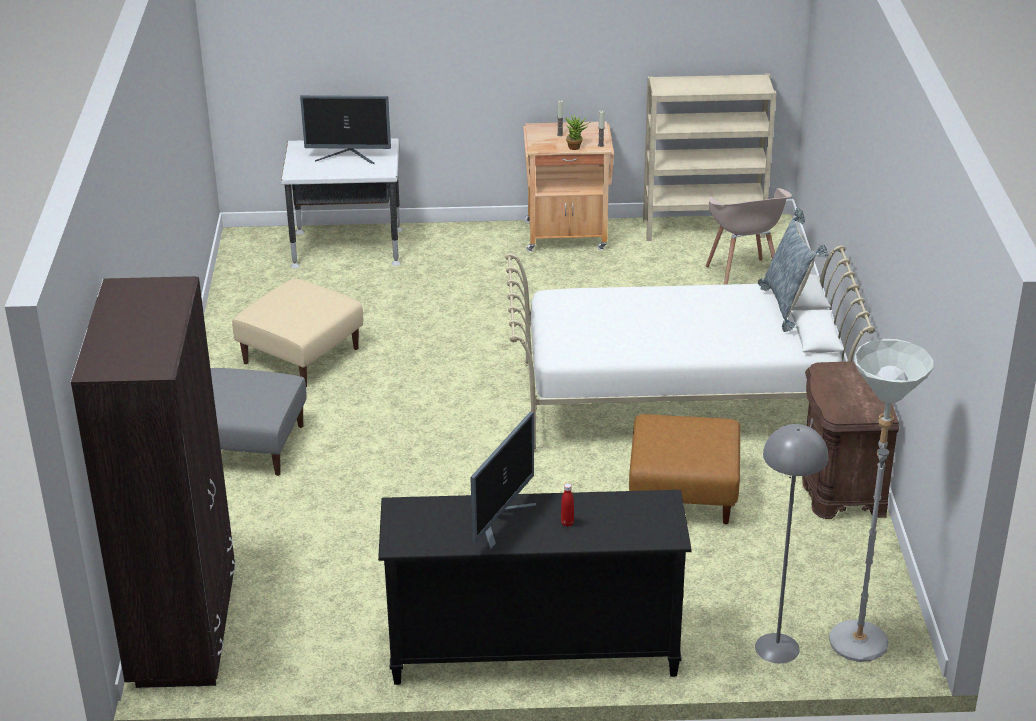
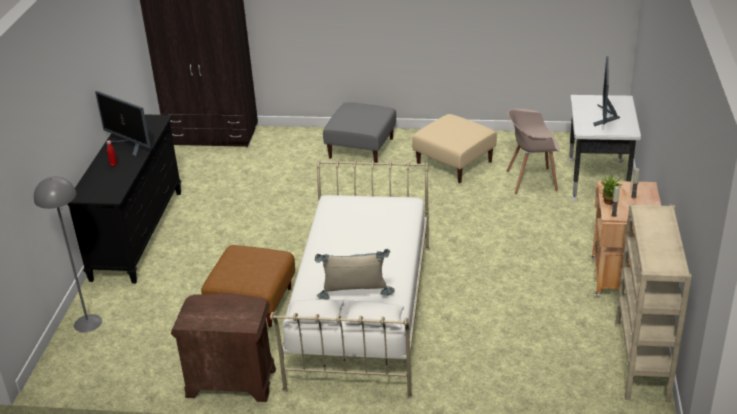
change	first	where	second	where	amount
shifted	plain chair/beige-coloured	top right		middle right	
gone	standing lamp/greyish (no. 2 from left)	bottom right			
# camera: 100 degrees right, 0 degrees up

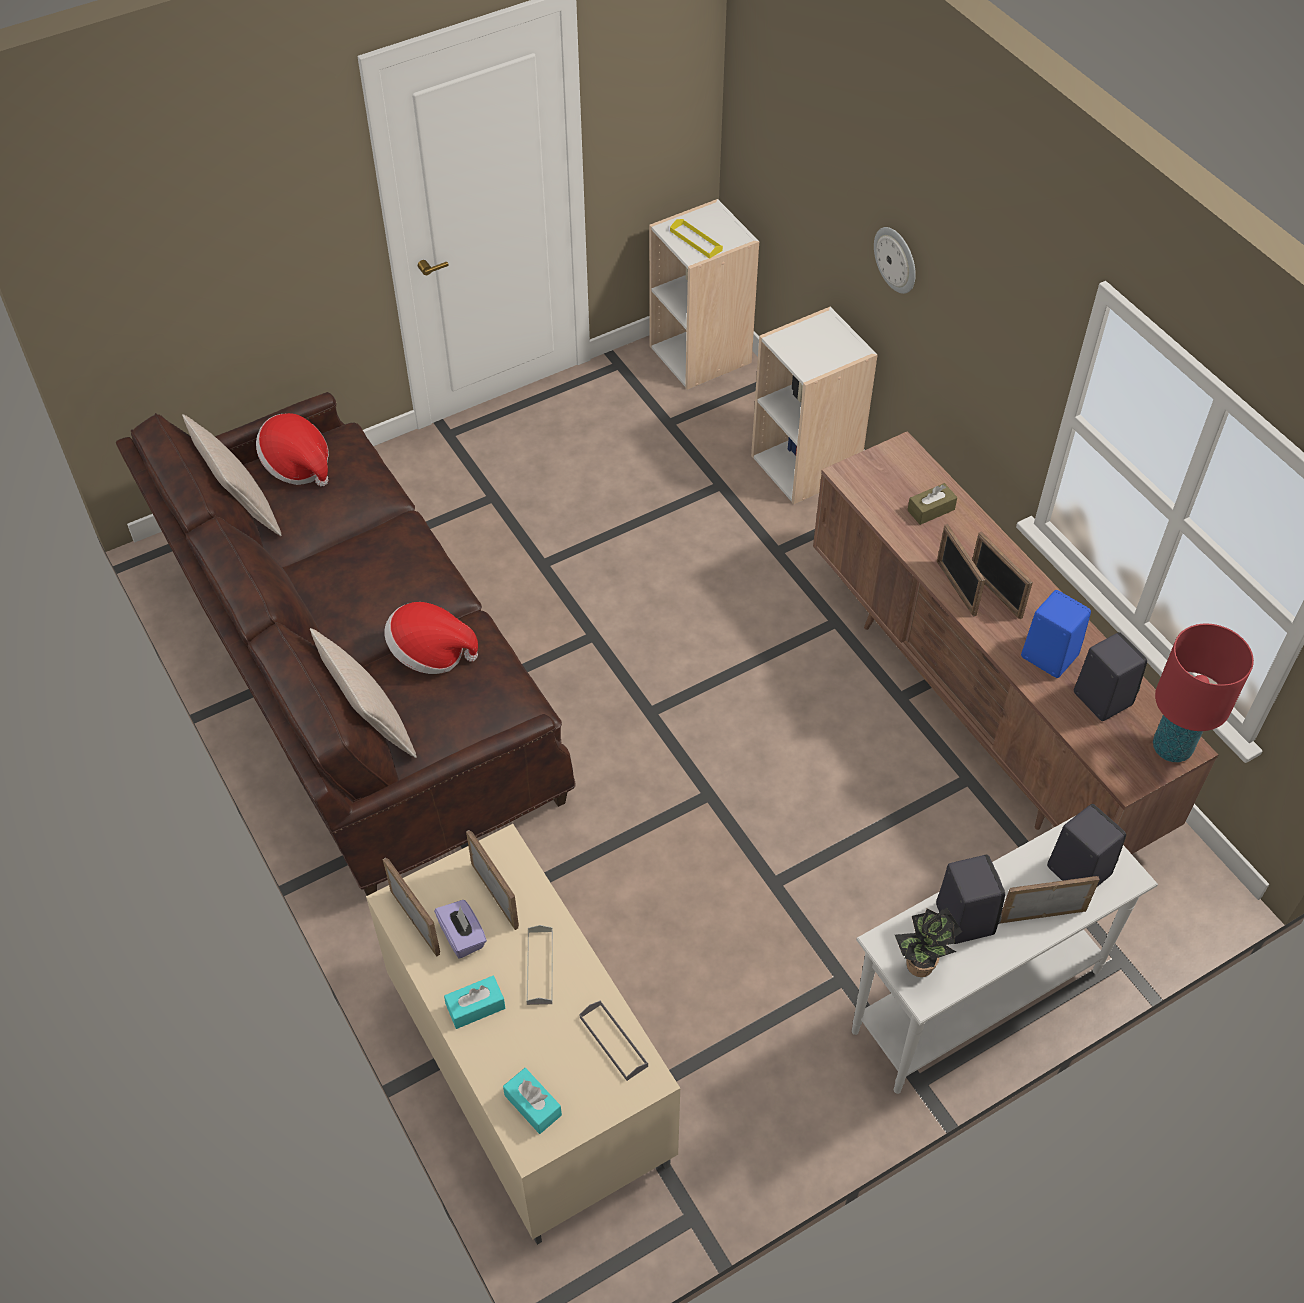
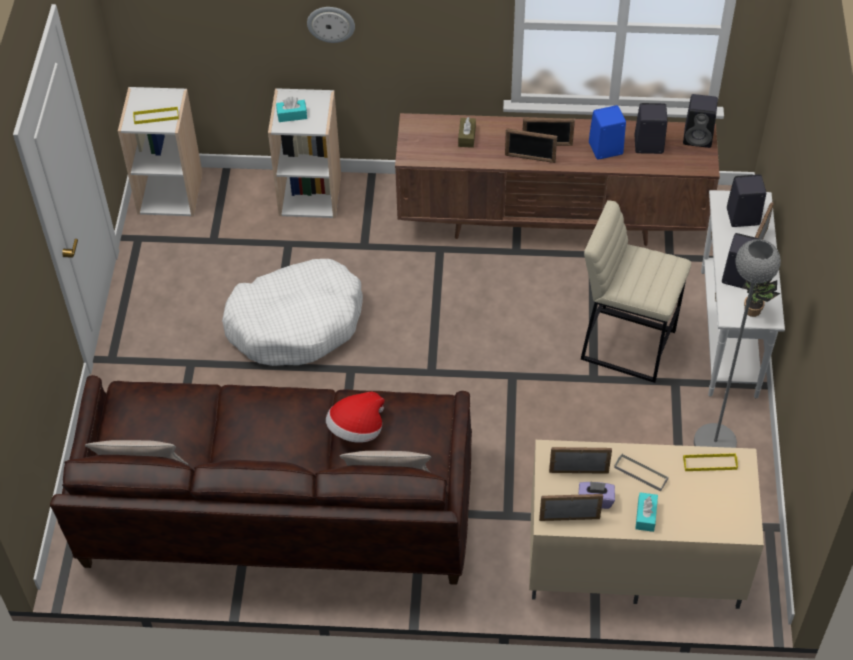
change	first	where	second	where	amount
gone	clothing hat (no. 1 from left)	middle left			
swapped	tabletop lamp/reddish	middle right	audio speaker/black (no. 2 from left)	top right	
repainted	serving tray/greyish (no. 2 from left)	bottom centre	serving tray/yellow-coloured (no. 2 from left)	bottom right	
shifted	tissue box/blue-green (no. 2 from left in the first image)	bottom centre	tissue box/blue-green (no. 1 from left)	top centre	
new			sitting stool/beige-coloured	middle right	
new			standing lamp/greyish	middle right	
new			pet bed/white-coloured	centre	
# camera: 55 degrees left, 0 degrees up

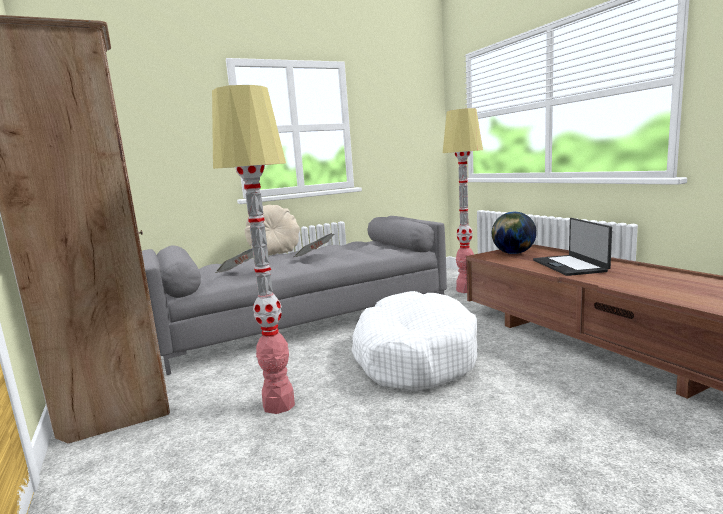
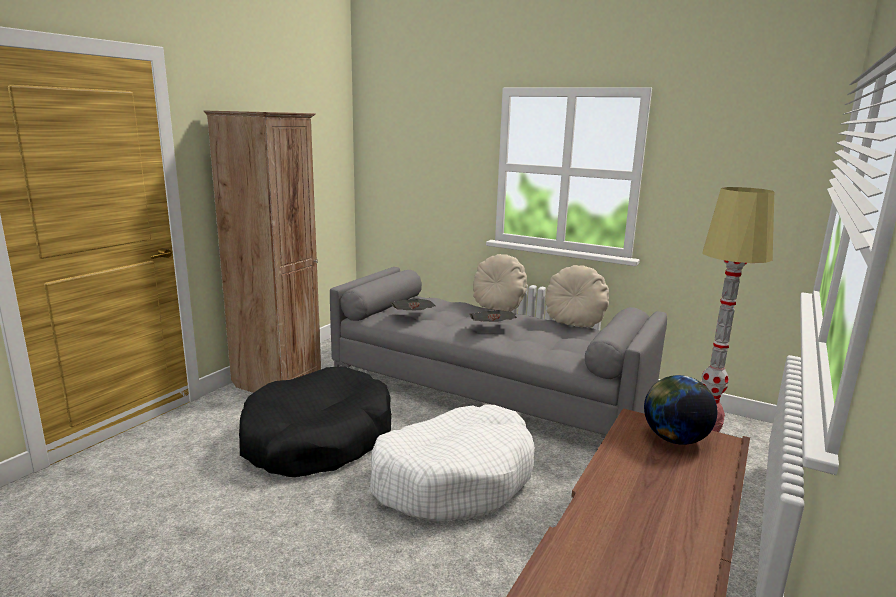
change	first	where	second	where	amount
swapped	standing lamp (no. 1 from left)	centre	pet bed/black	bottom centre	
gone	laptop	middle right			
new			throw pillow/beige-coloured (no. 2 from left)	centre	
# camera: 55 degrees right, 5 degrees up

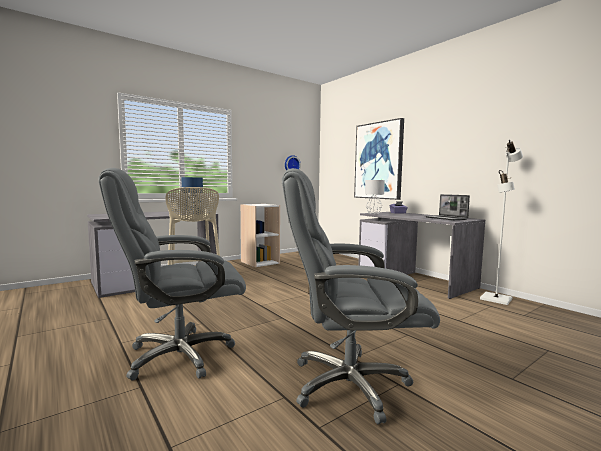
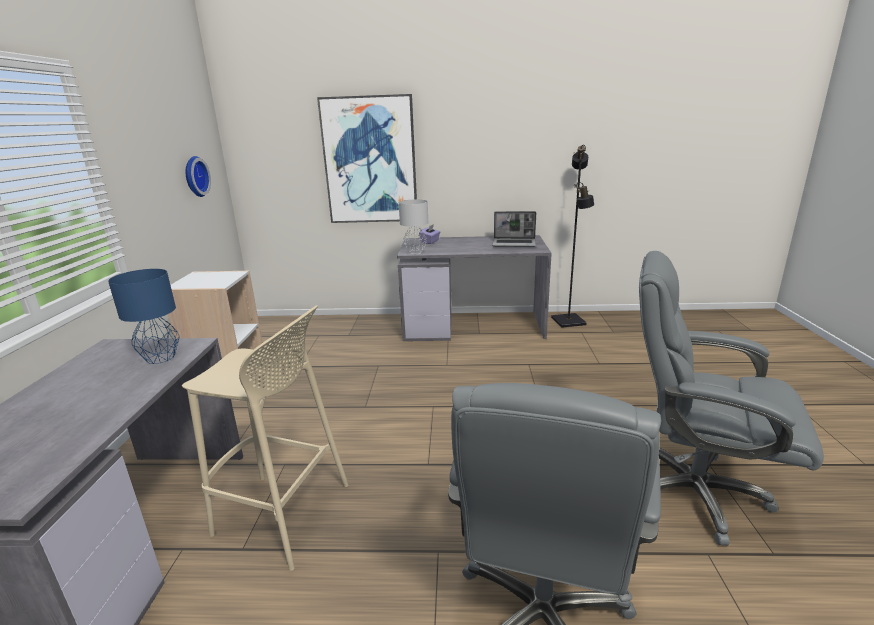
change	first	where	second	where	amount
repainted	standing lamp/white-coloured	middle right	standing lamp/black	centre	
rotated	desk chair/greyish (no. 2 from left)	centre		middle right	75 degrees clockwise
# camera: 50 degrees left, 15 degrees up

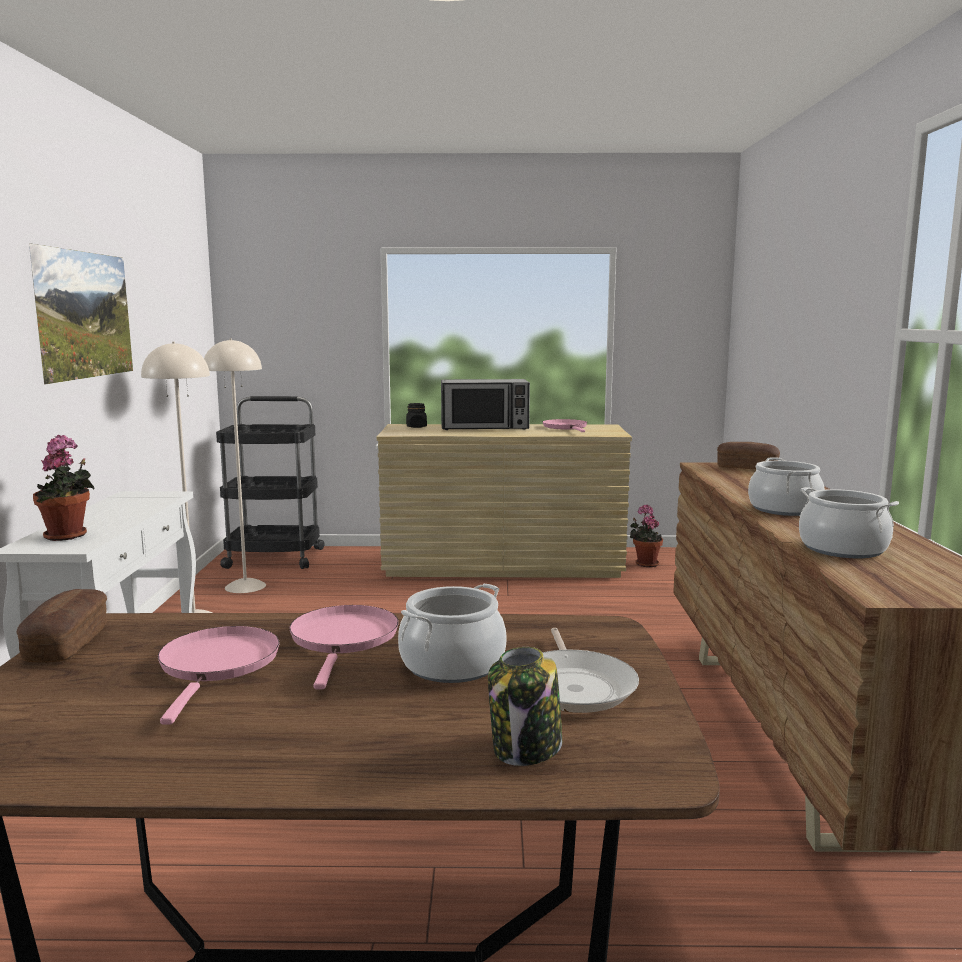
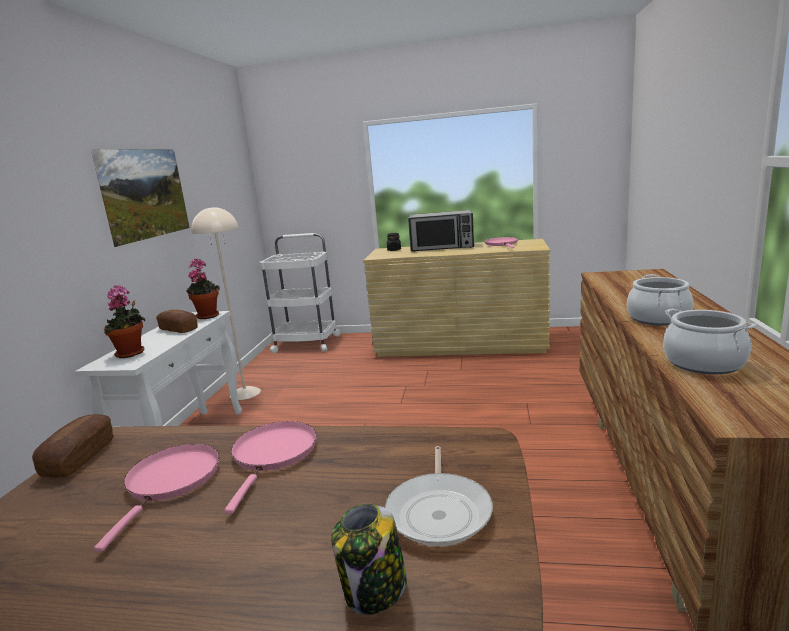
change	first	where	second	where	amount
gone	standing lamp/beige-coloured (no. 2 from left)	middle left			
repainted	trolley/black	middle left	trolley/white-coloured	centre	
shifted	bakery bread (no. 2 from left)	middle right		middle left	
shifted	potted plant (no. 2 from left)	middle right		middle left	
gone	cooking pot (no. 1 from left)	centre			
# camera: 10 degrees right, 5 degrees up

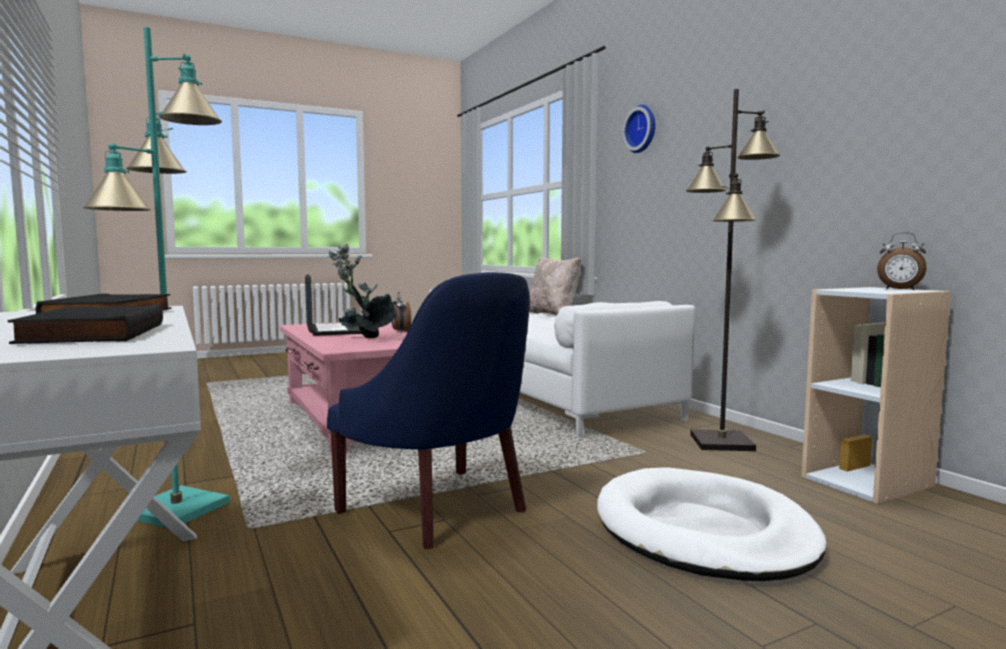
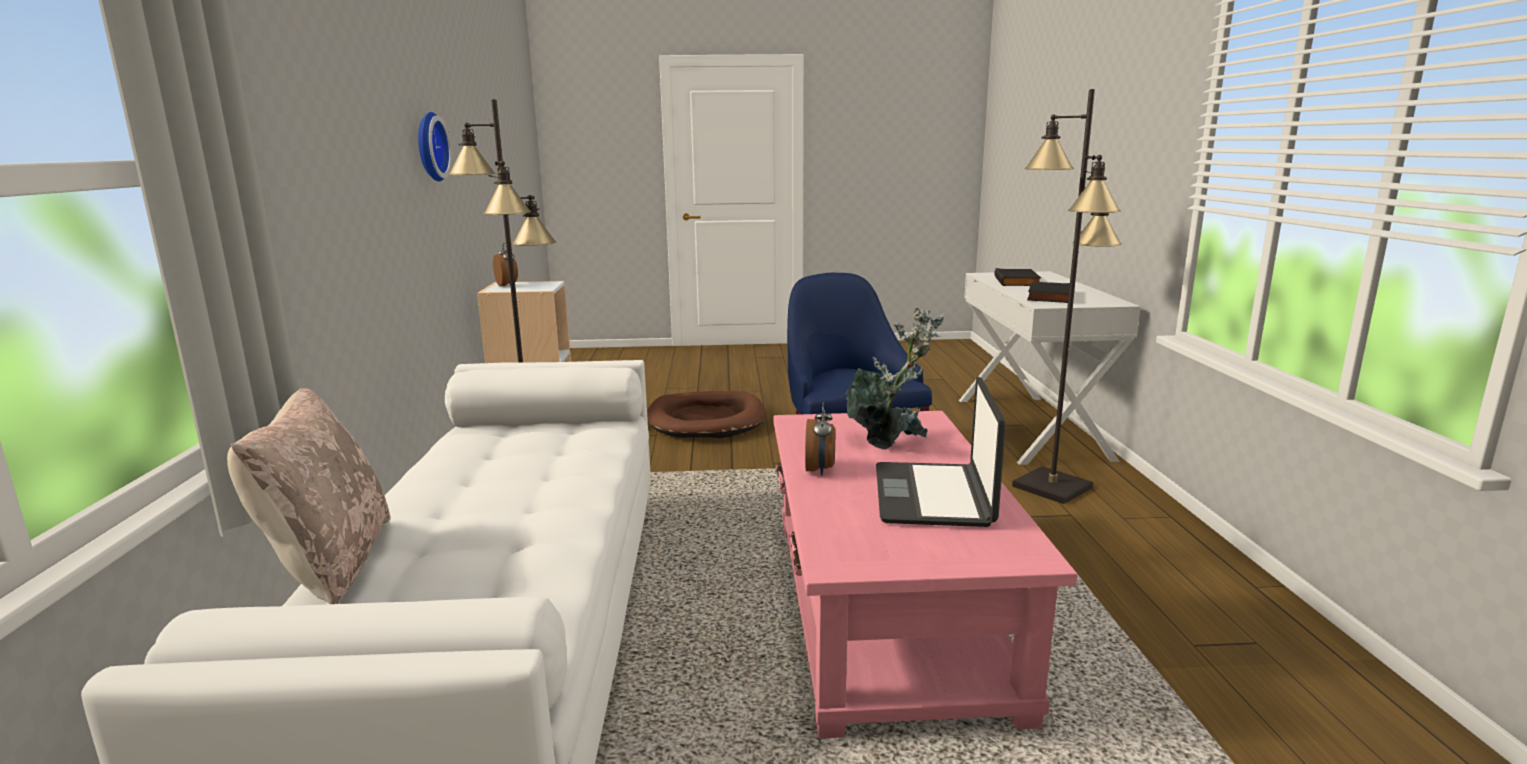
change	first	where	second	where	amount
repainted	standing lamp/blue-green	middle left	standing lamp/black (no. 2 from left)	middle right	
shifted	hanging clock	top centre		top left	
repainted	pet bed/white-coloured	bottom right	pet bed/brown-coloured	centre	
# camera: 155 degrees left, 10 degrees up

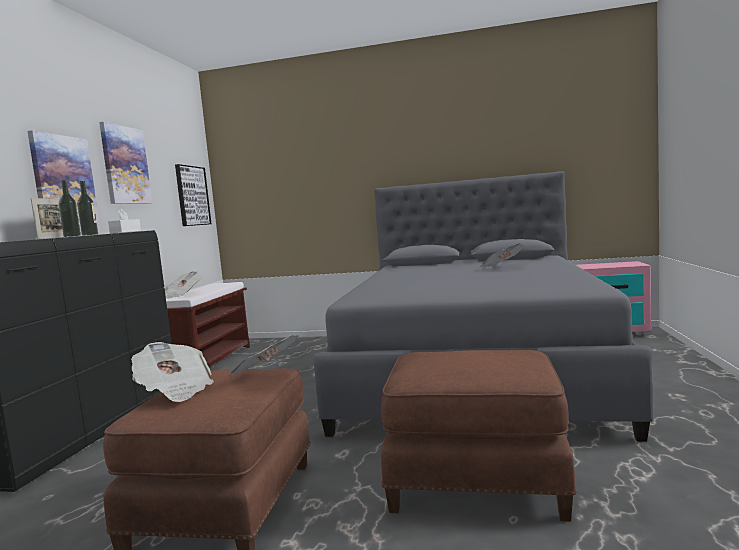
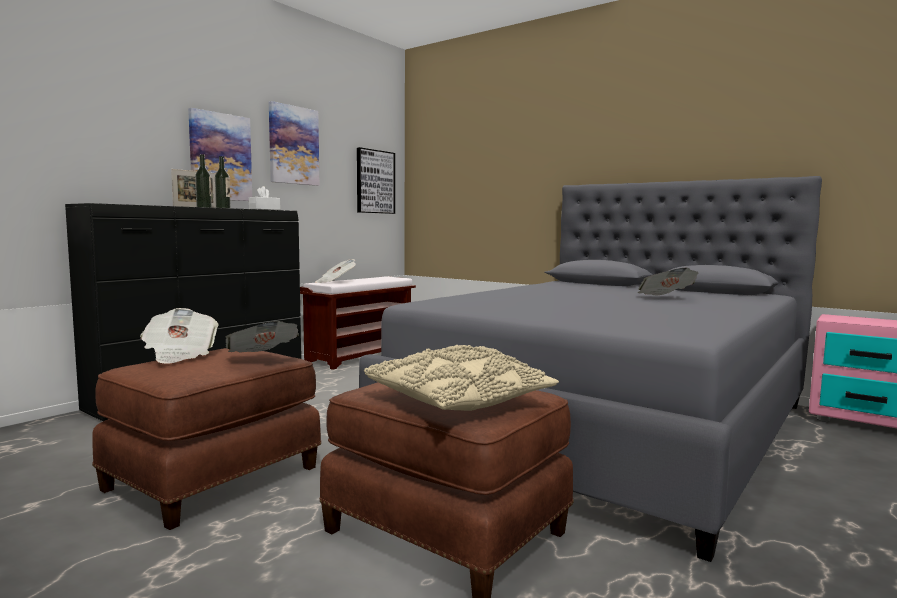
change	first	where	second	where	amount
new			throw pillow/beige-coloured	centre	
# camera: 25 degrees right, 0 degrees up

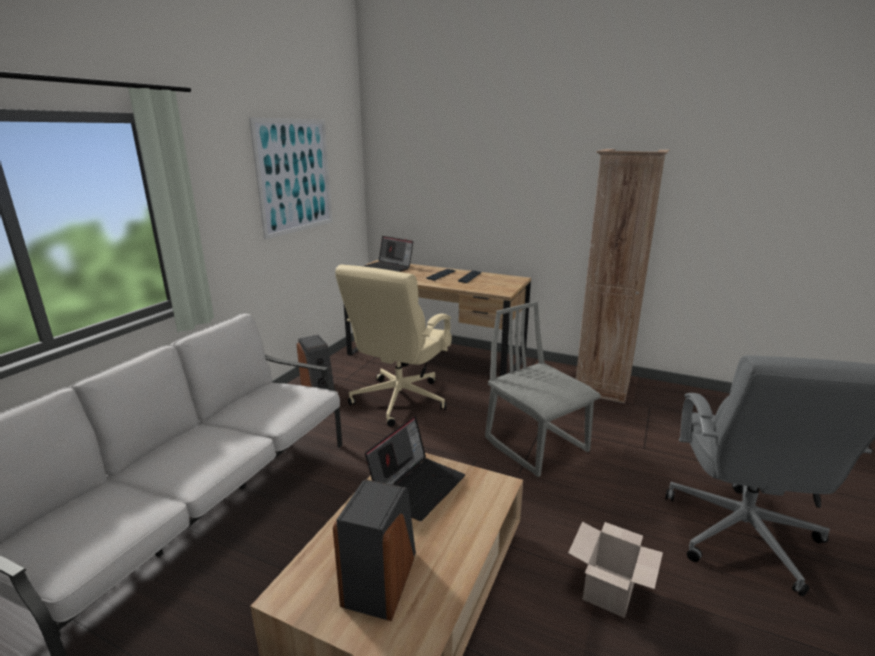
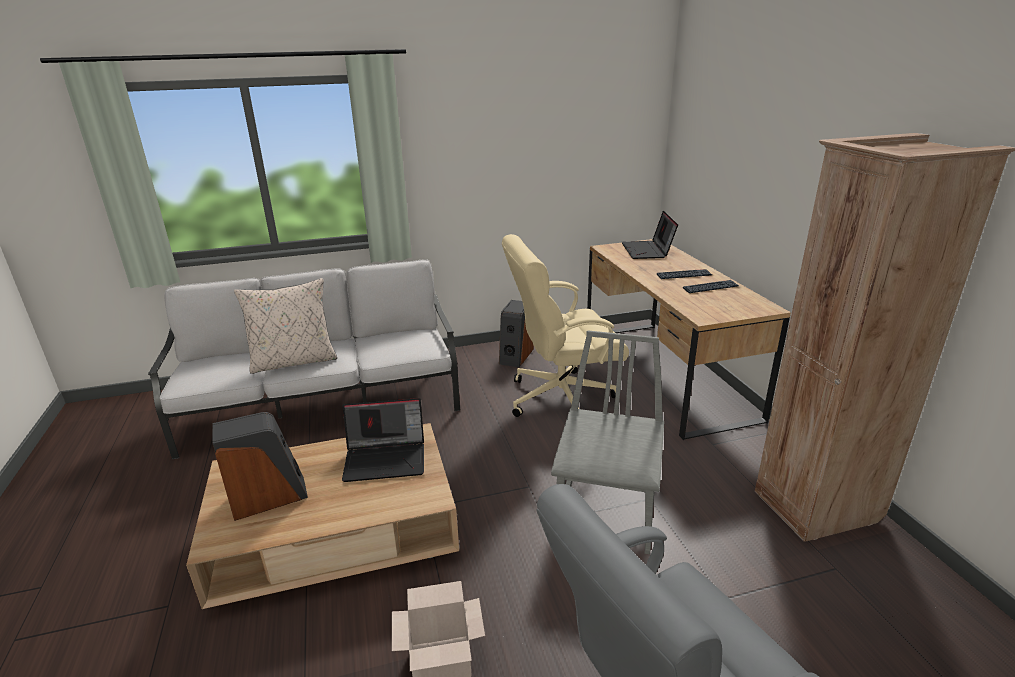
change	first	where	second	where	amount
gone	picture	top left			
new			throw pillow/beige-coloured	middle left	
# camera: 50 degrees right, 5 degrees up

